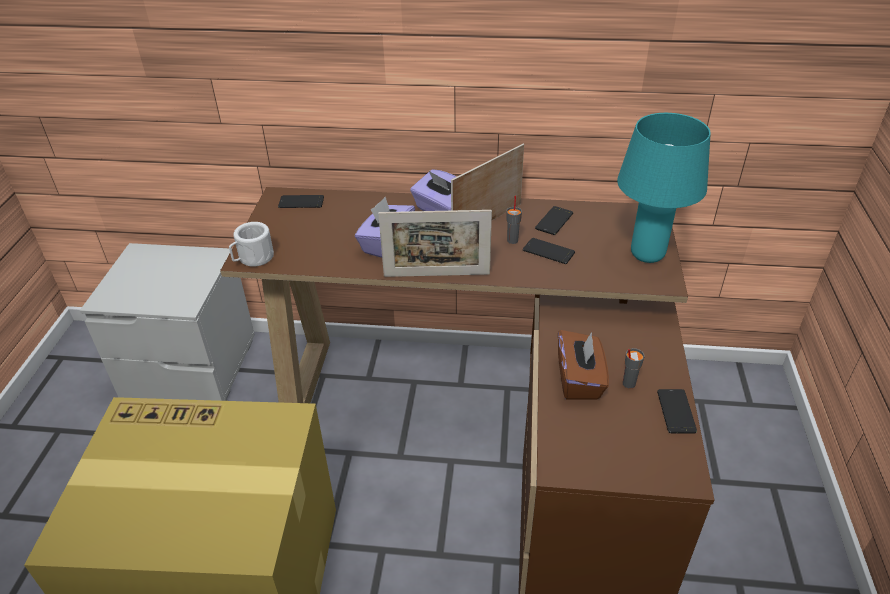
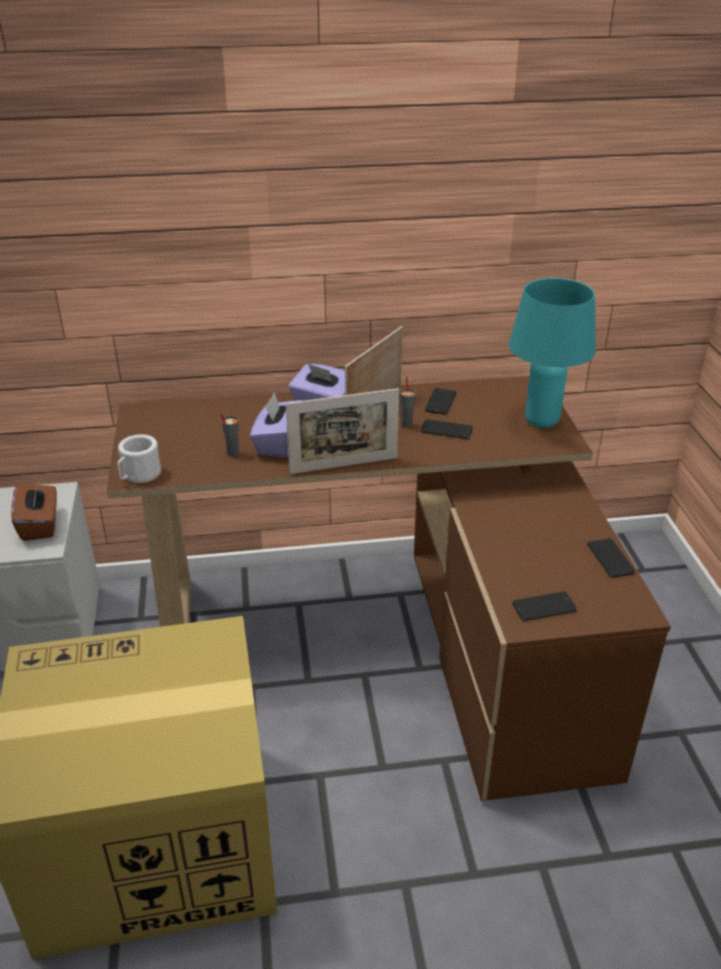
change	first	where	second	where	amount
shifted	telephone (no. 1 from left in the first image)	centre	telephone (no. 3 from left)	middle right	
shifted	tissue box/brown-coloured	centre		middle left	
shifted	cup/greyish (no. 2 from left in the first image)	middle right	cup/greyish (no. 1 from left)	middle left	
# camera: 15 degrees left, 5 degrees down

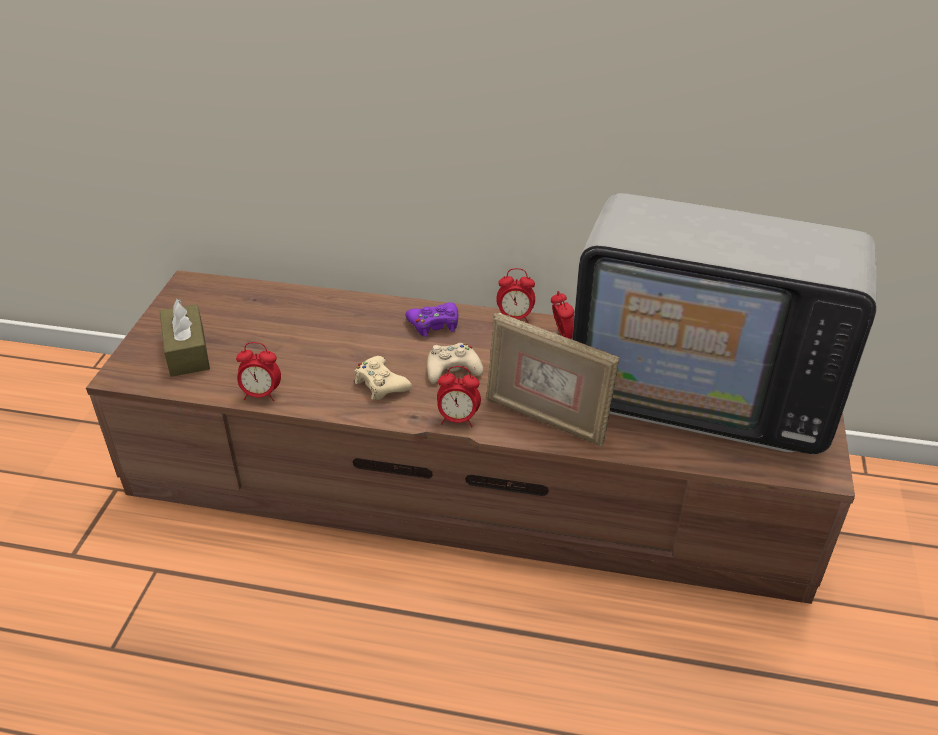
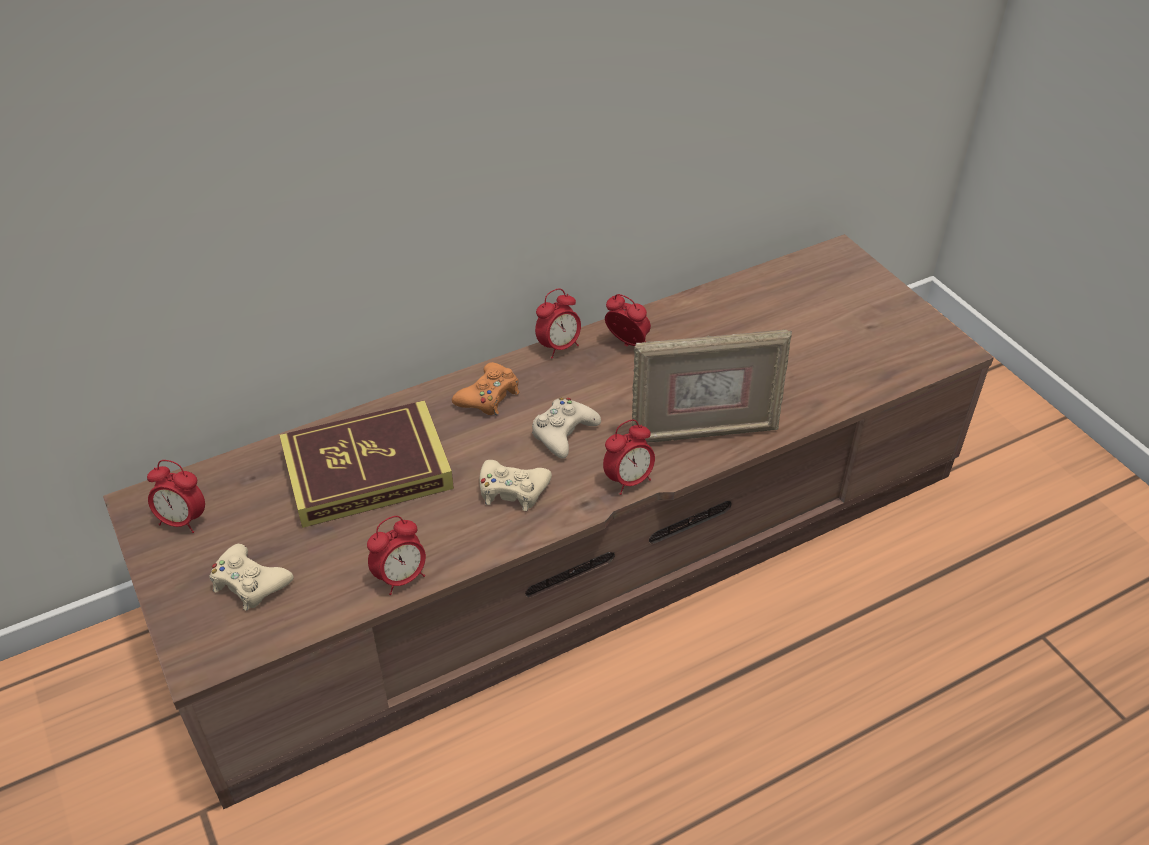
change	first	where	second	where	amount
gone	TV	middle right			
swapped	tissue box/brown-coloured	middle left	game controller/beige-coloured (no. 1 from left)	bottom left	
repainted	game controller/purple	centre	game controller/orange-coloured	centre	
new			book	middle left	
new			bedside clock (no. 1 from left)	middle left	
# camera: 40 degrees left, 5 degrees up

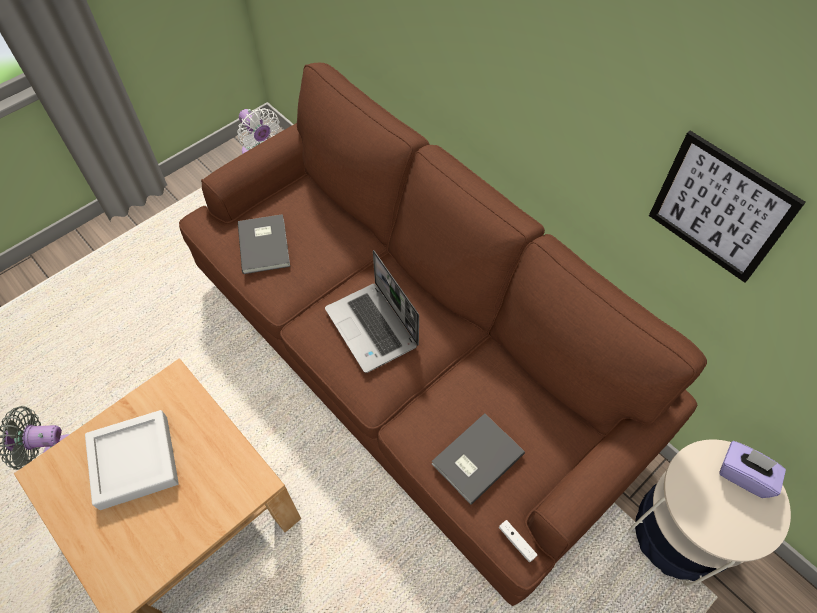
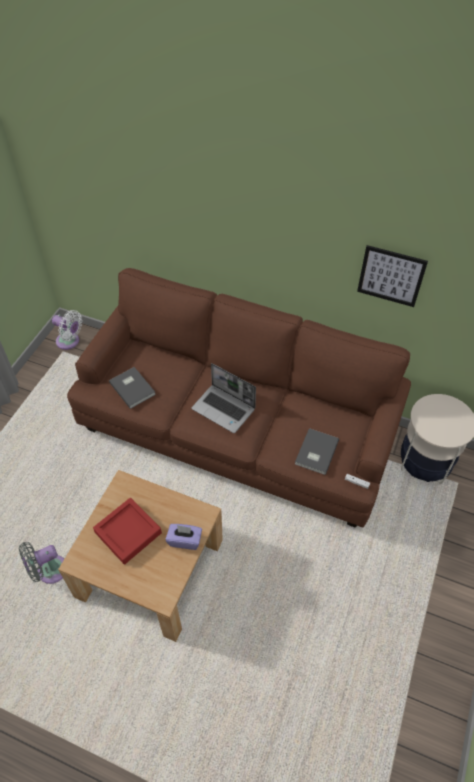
change	first	where	second	where	amount
repainted	serving tray/greyish	bottom left	serving tray/reddish	bottom left	
shifted	tissue box/purple	bottom right		bottom centre	
# camera: 25 degrees left, 5 degrees down

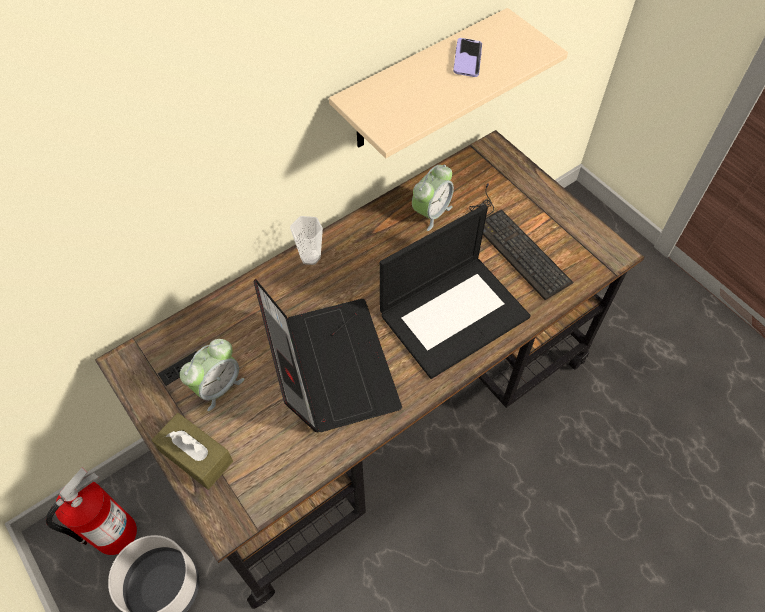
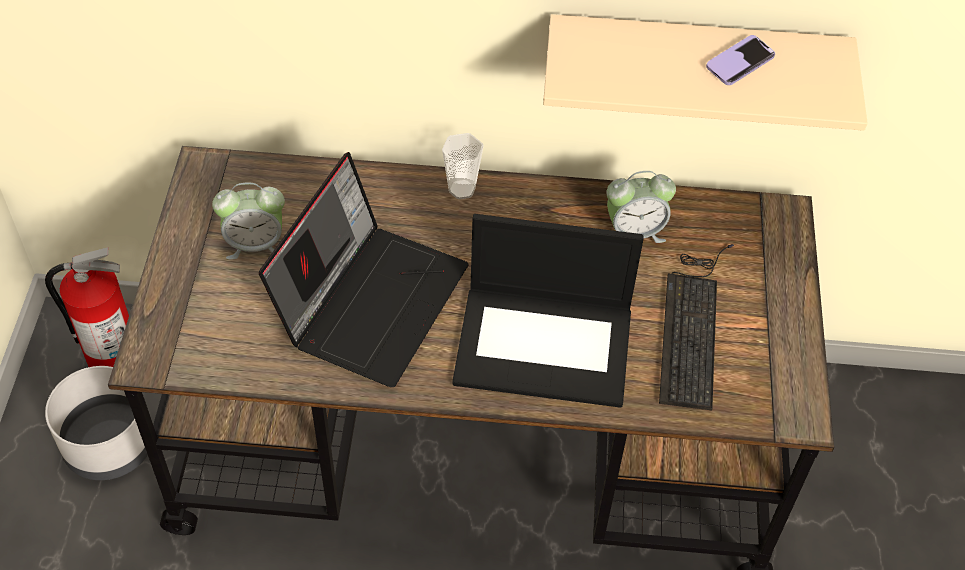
change	first	where	second	where	amount
gone	tissue box/brown-coloured	bottom left			
# camera: 40 degrees right, 5 degrees down

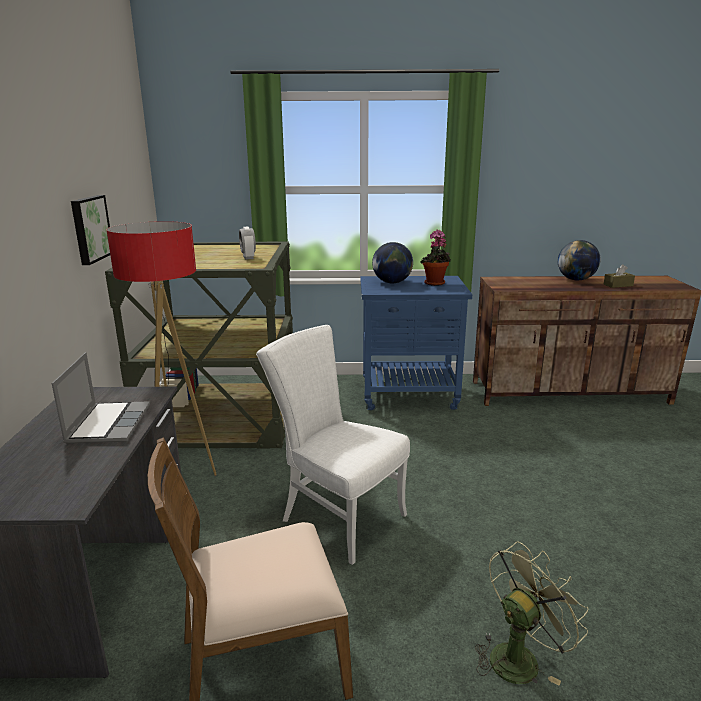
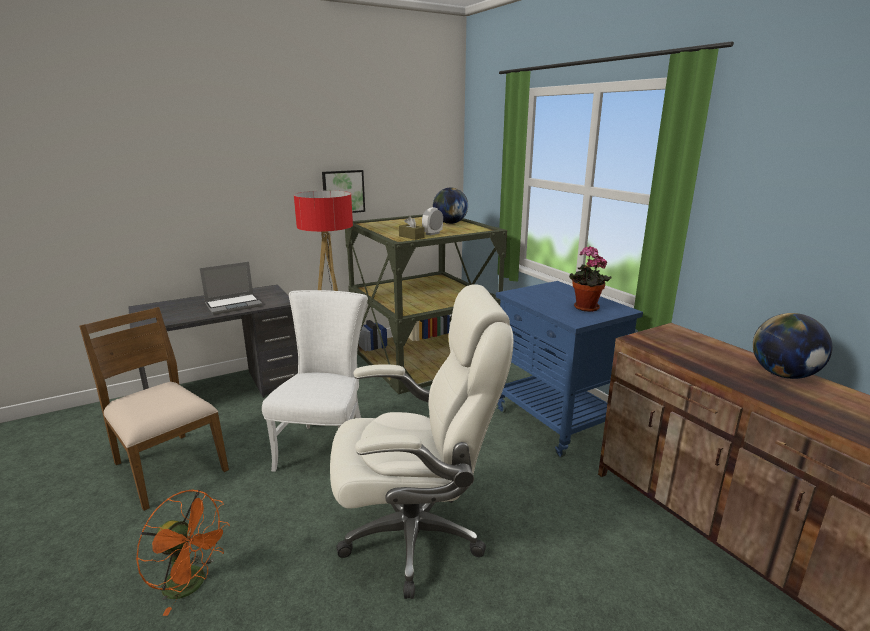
change	first	where	second	where	amount
shifted	desk globe (no. 1 from left)	centre		top centre	
shifted	tissue box/brown-coloured	middle right		centre	
repainted	fan/green	bottom right	fan/orange-coloured	bottom left	
new			desk chair/white-coloured	bottom centre	
# camera: 60 degrees right, 0 degrees up

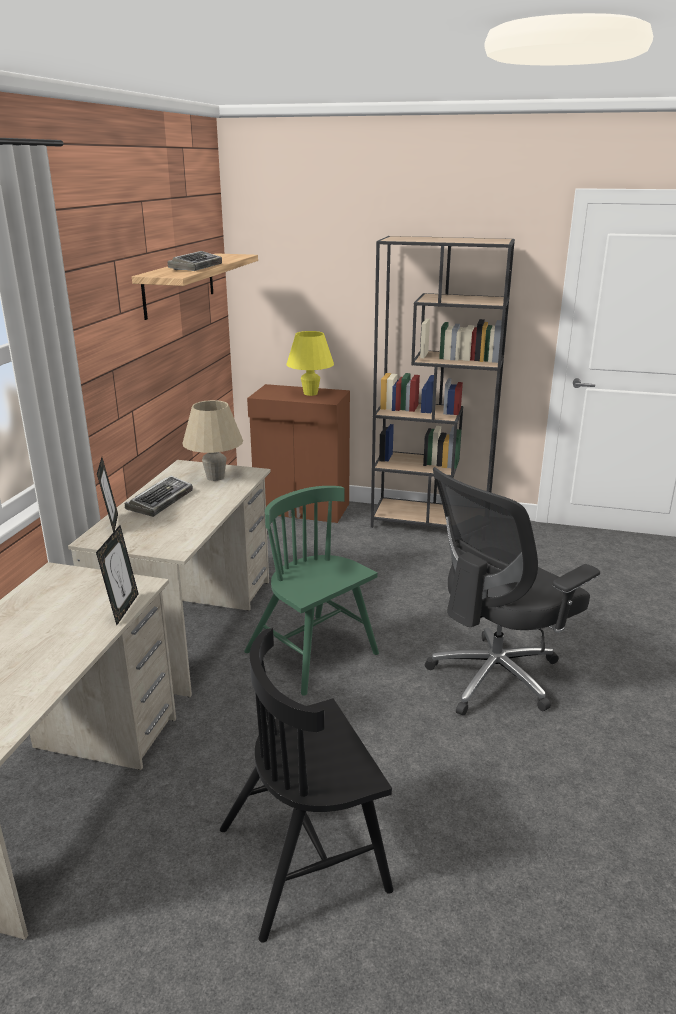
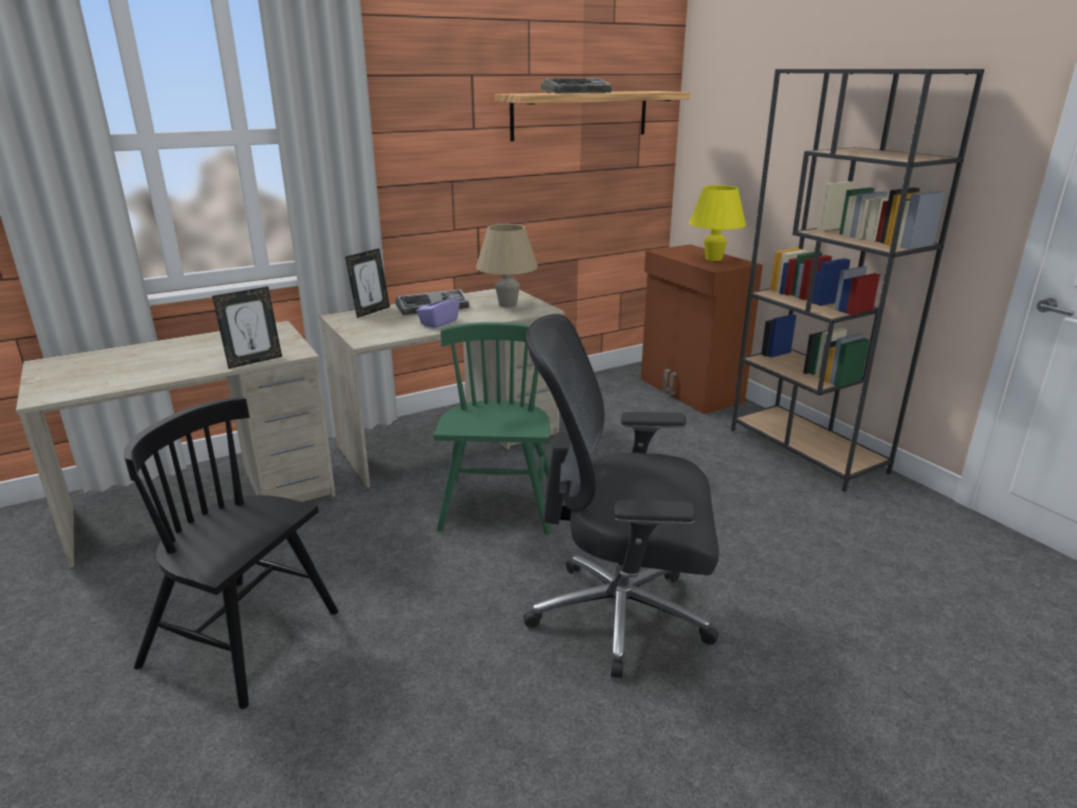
change	first	where	second	where	amount
new			tissue box/purple	centre	
# camera: 45 degrees right, 0 degrees up

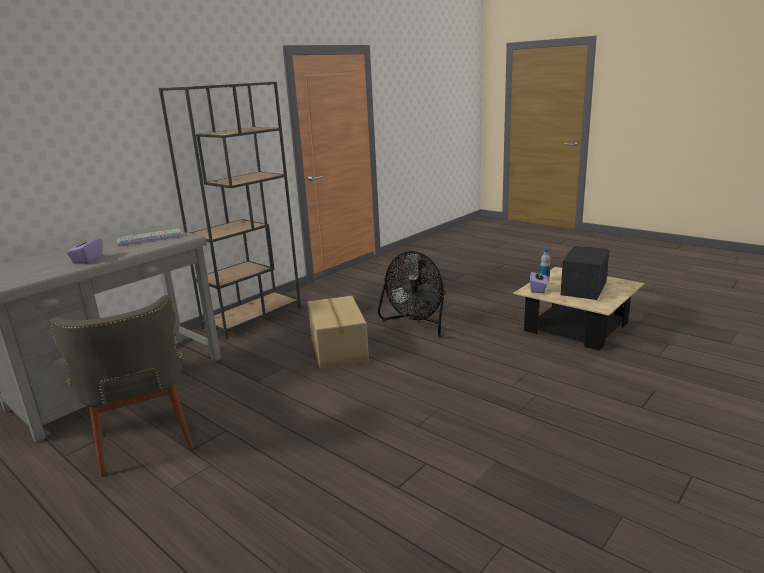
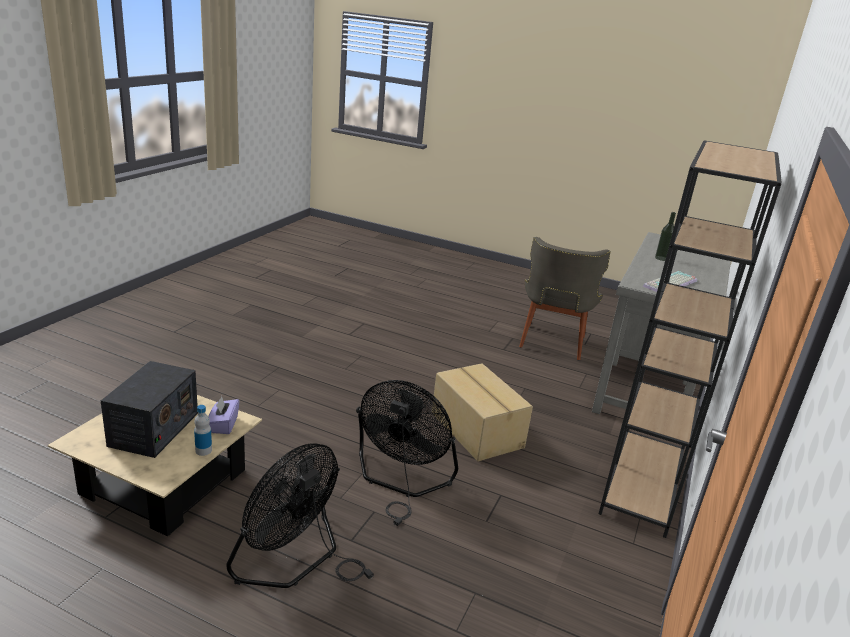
change	first	where	second	where	amount
swapped	tissue box/purple (no. 1 from left)	middle left	bottle (no. 2 from left)	middle right	
rotated	plain chair/greyish	bottom left		centre	120 degrees counterclockwise
new			fan/black (no. 1 from left)	bottom centre	
# camera: 160 degrees right, 5 degrees up

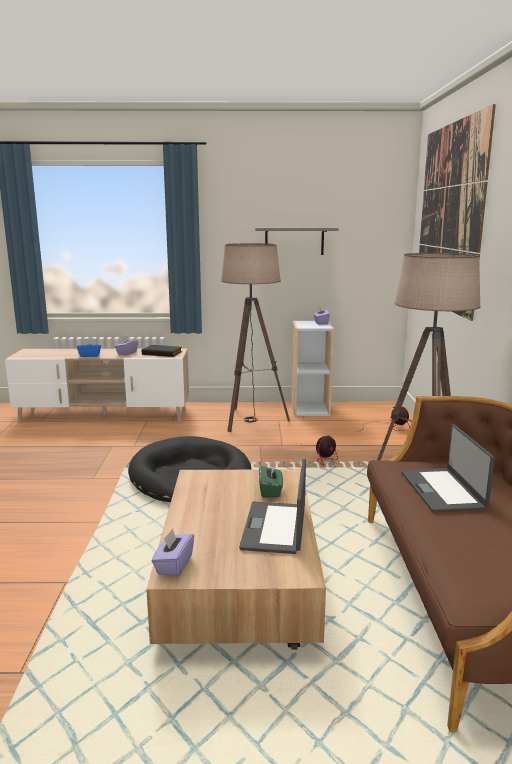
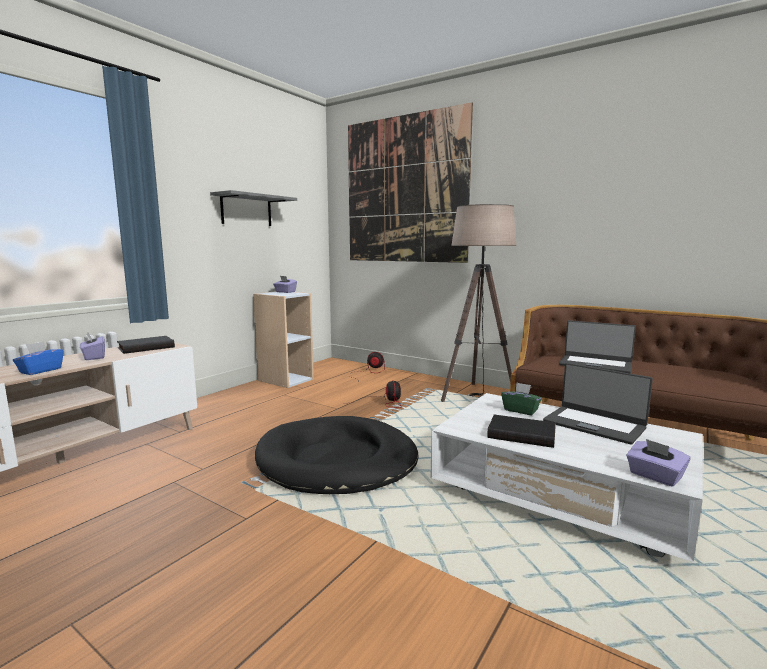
change	first	where	second	where	amount
gone	standing lamp (no. 1 from left)	centre			
repainted	lounge table/brown-coloured	bottom centre	lounge table/white-coloured	bottom right	
new			book/black (no. 2 from left)	middle right	
# camera: 55 degrees left, 5 degrees down

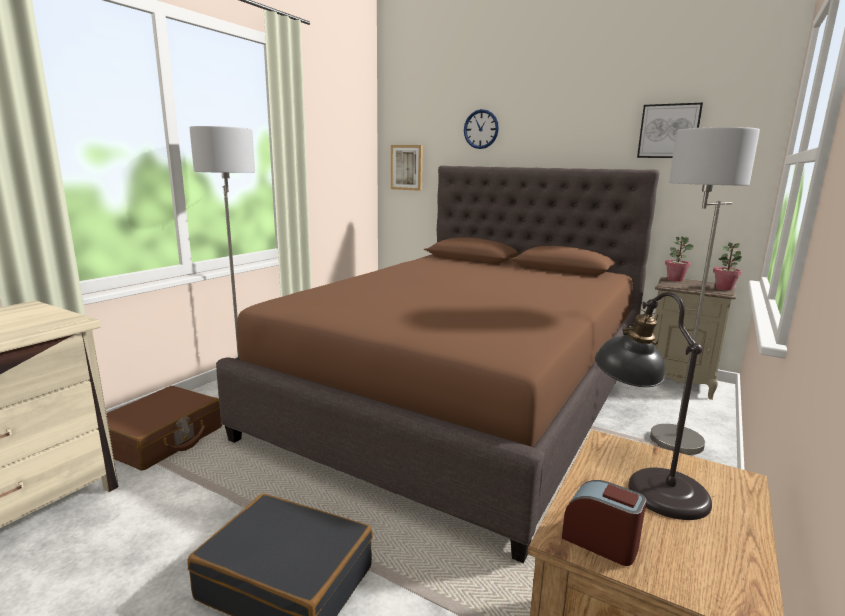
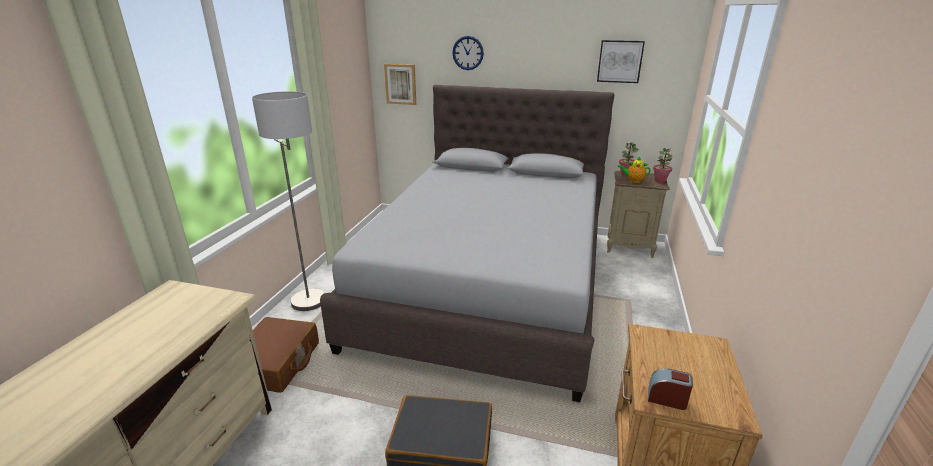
change	first	where	second	where	amount
gone	standing lamp/greyish (no. 2 from left)	middle right			
repainted	bed/brown-coloured	centre	bed/greyish	centre	
gone	tabletop lamp/greyish	middle right			
new			teapot	middle right	
# camera: 15 degrees left, 10 degrees up

